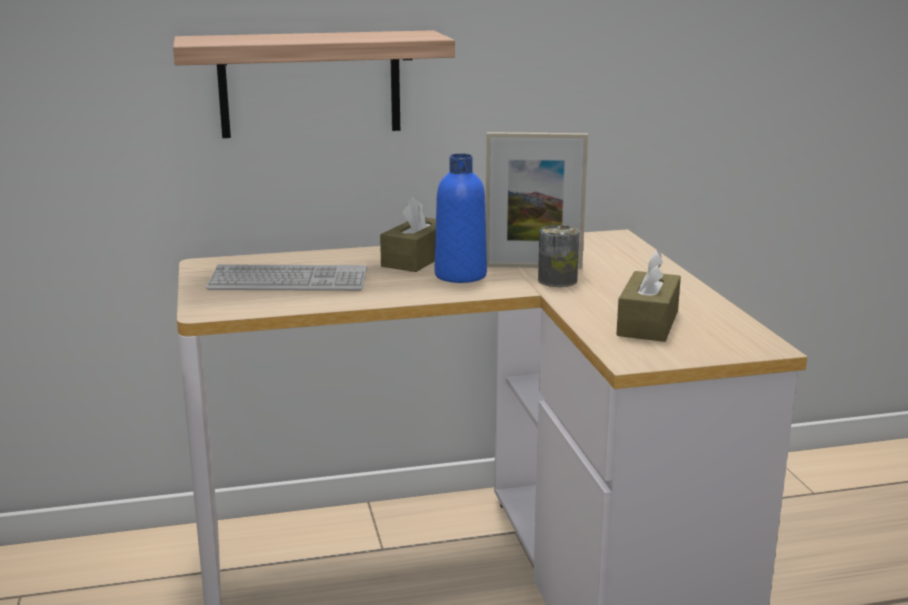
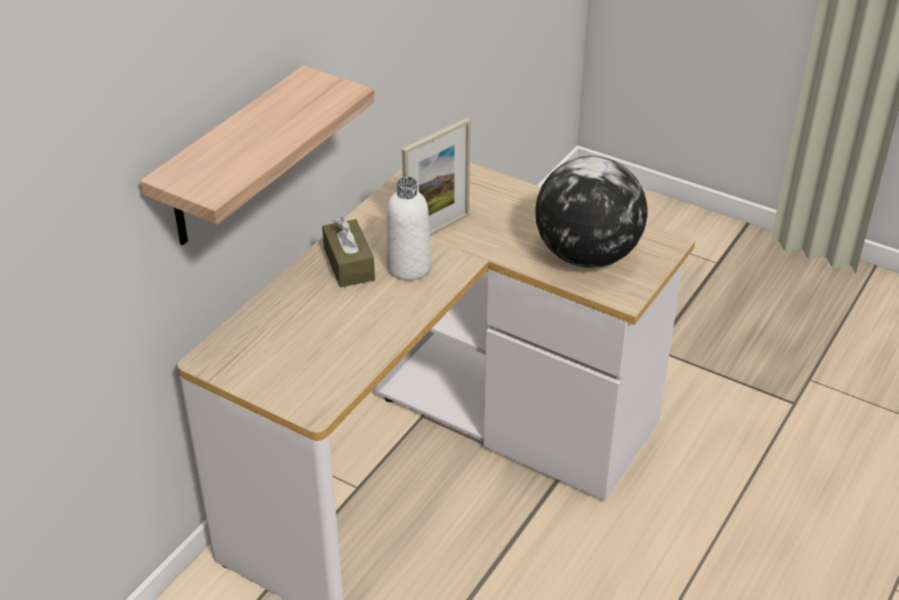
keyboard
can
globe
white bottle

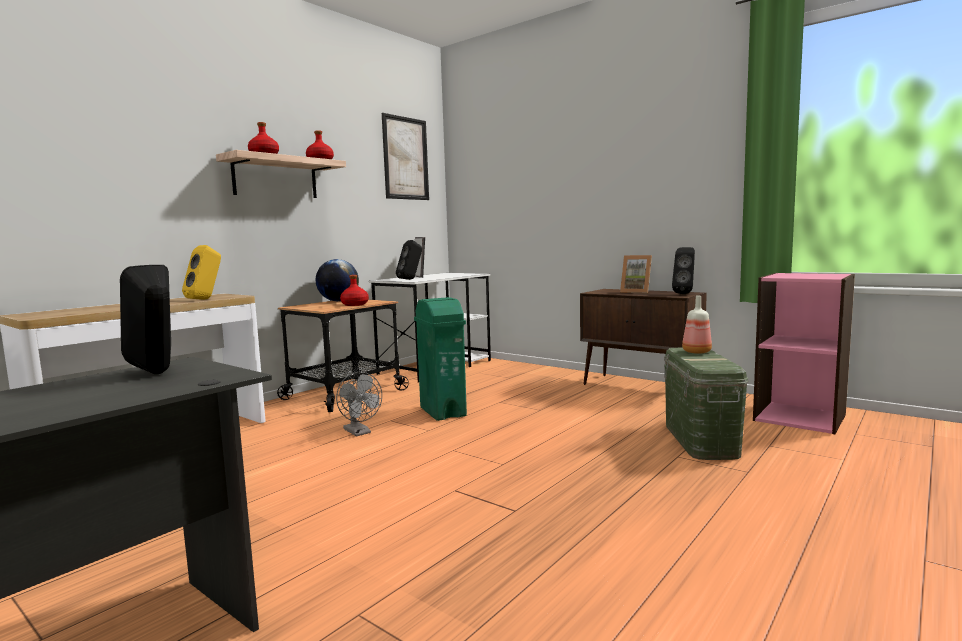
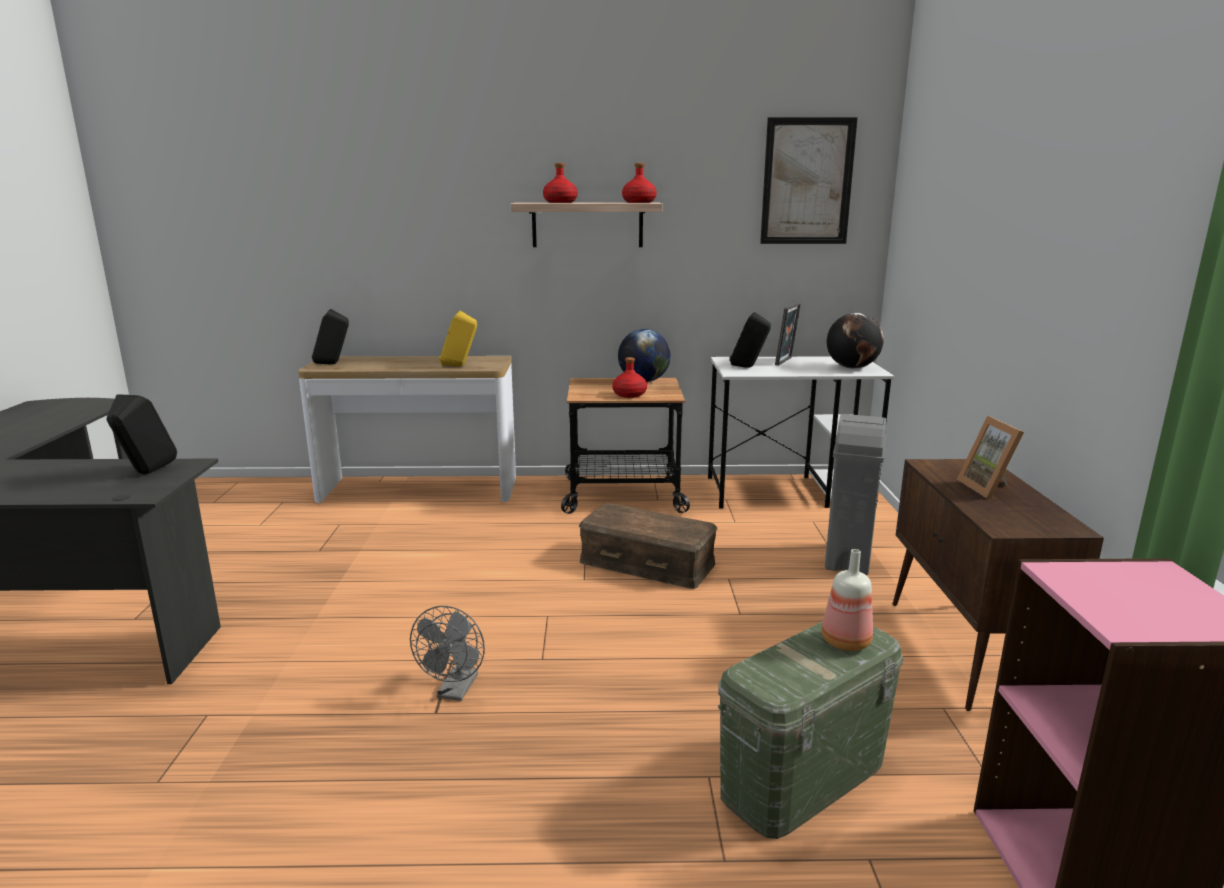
grey trash can
globe (no. 2 from left)
grey fan
black speaker (no. 2 from left)
brown storage box

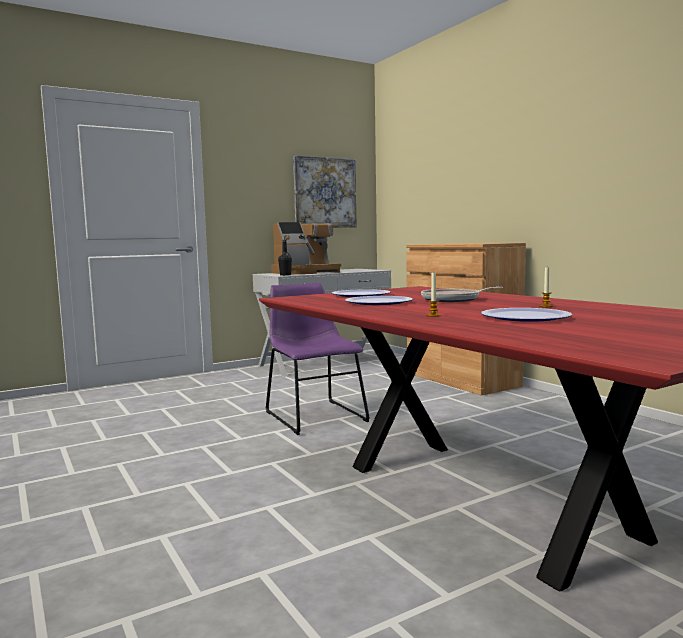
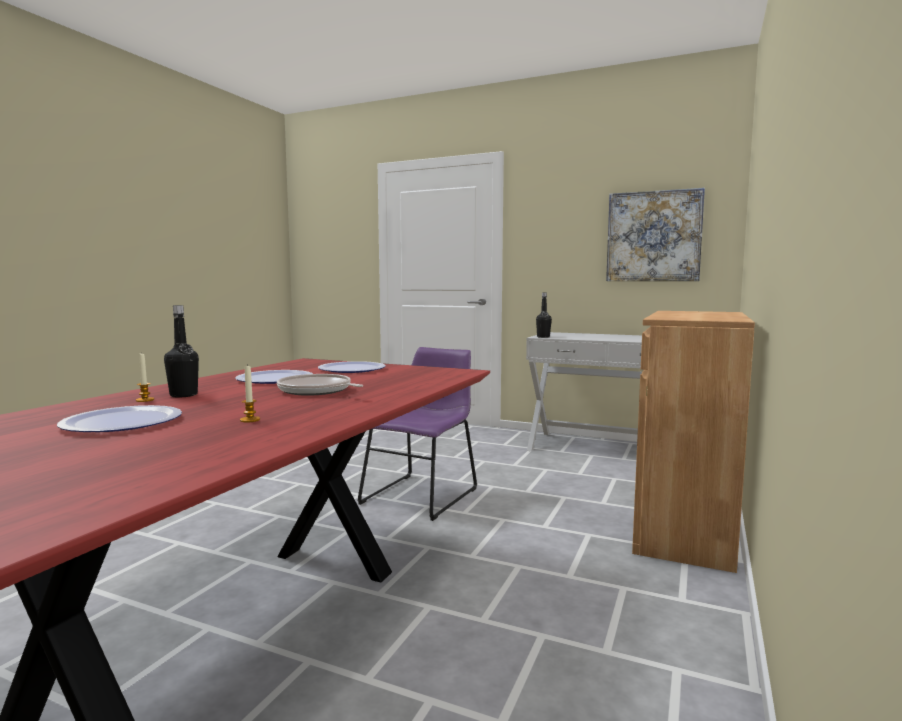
coffee machine
black bottle (no. 1 from left)

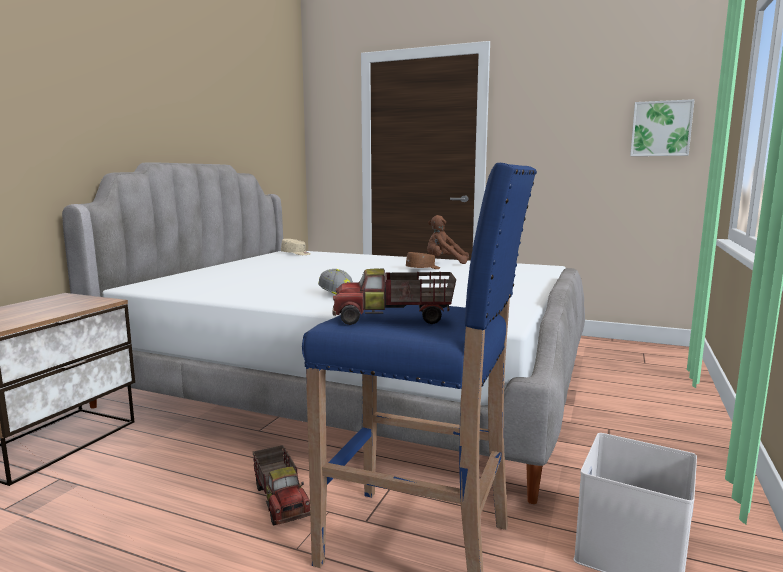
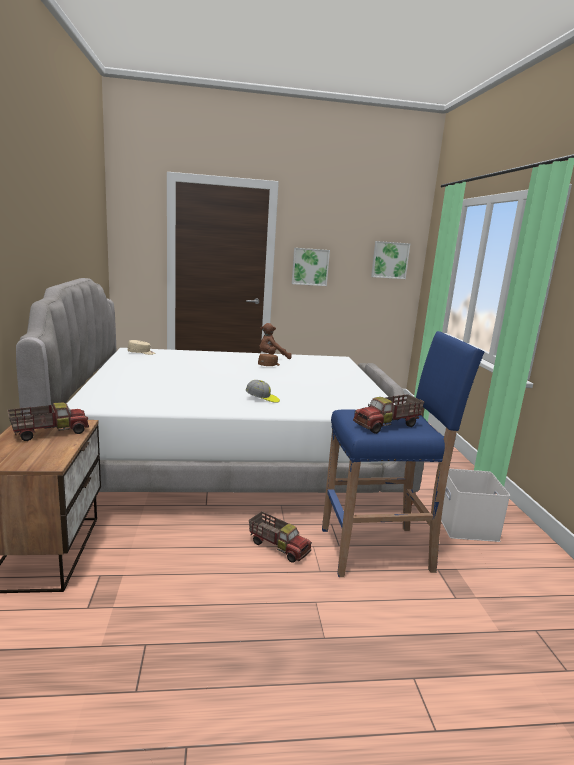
toy truck (no. 1 from left)
picture (no. 1 from left)

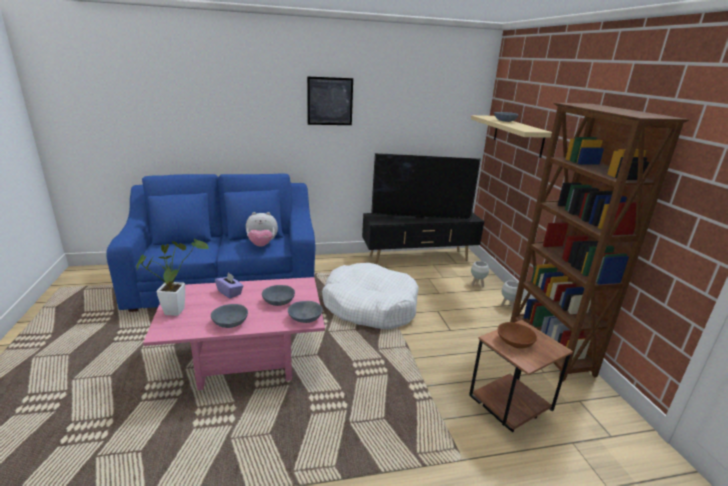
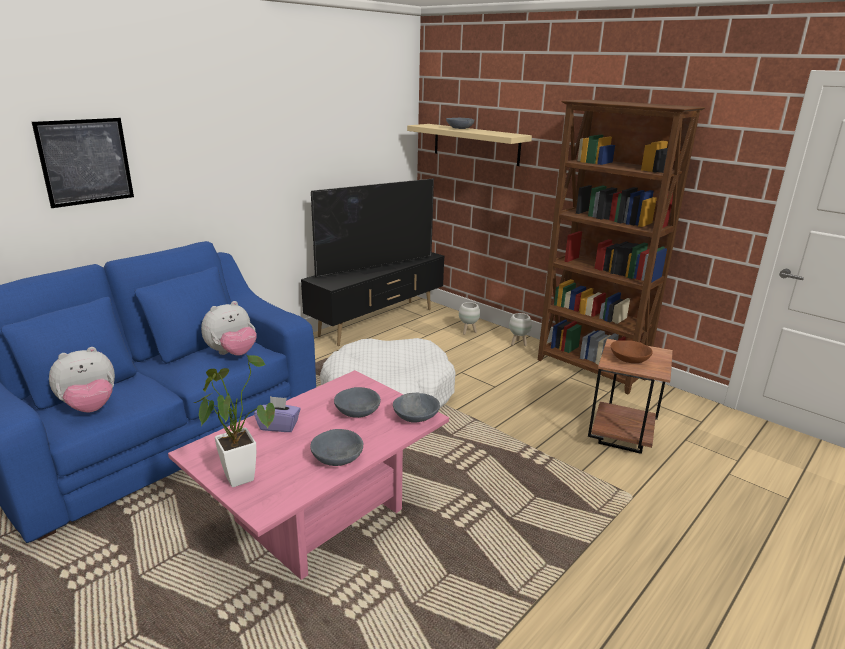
plush toy (no. 1 from left)
picture

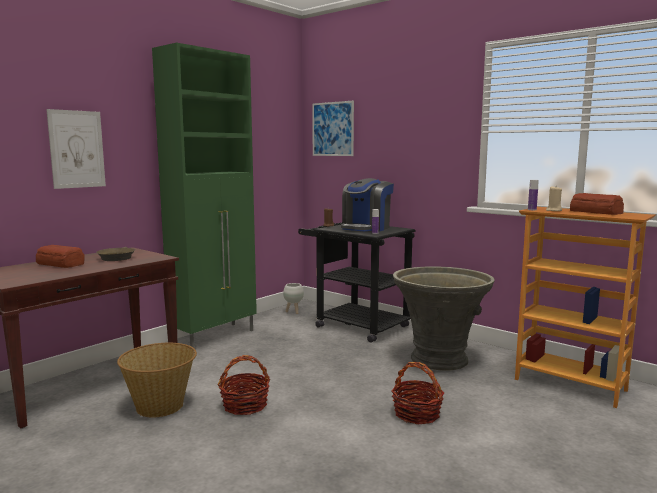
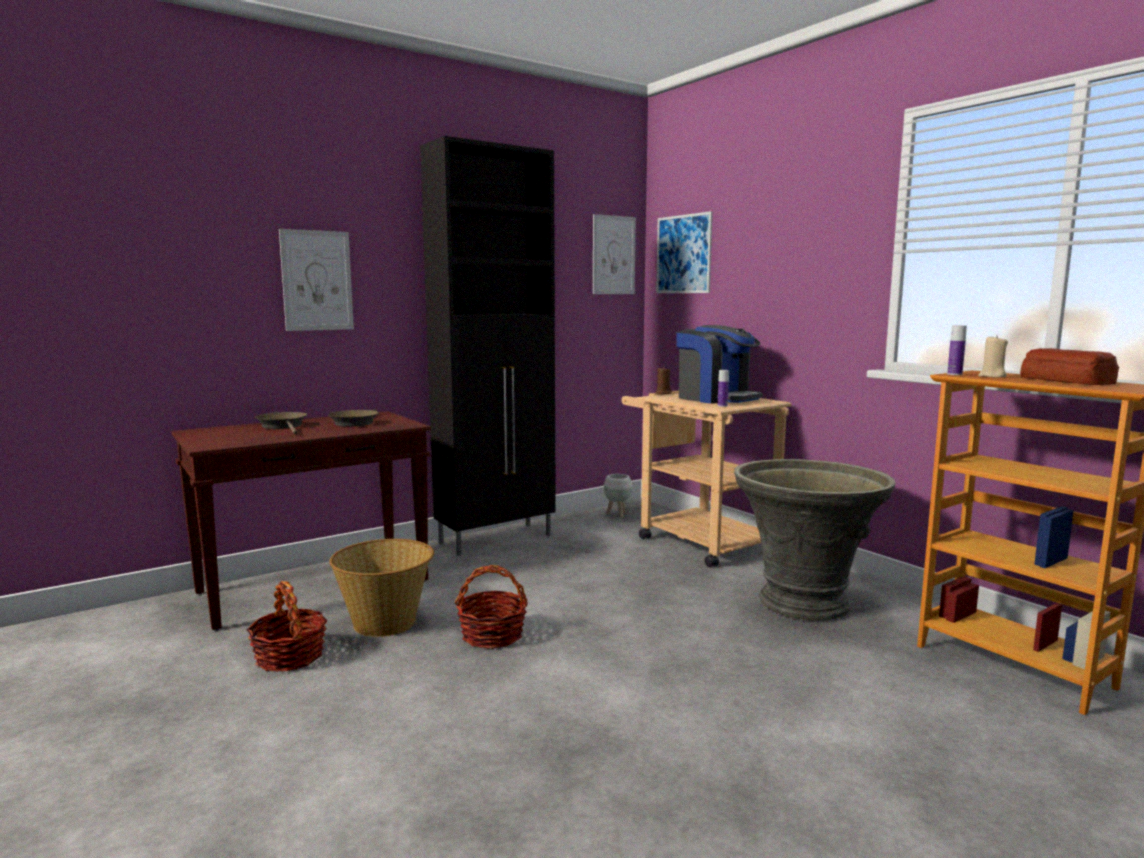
picture (no. 2 from left)
basket (no. 1 from left)
brown frying pan (no. 1 from left)
black cabinet
beige cart
coffee machine

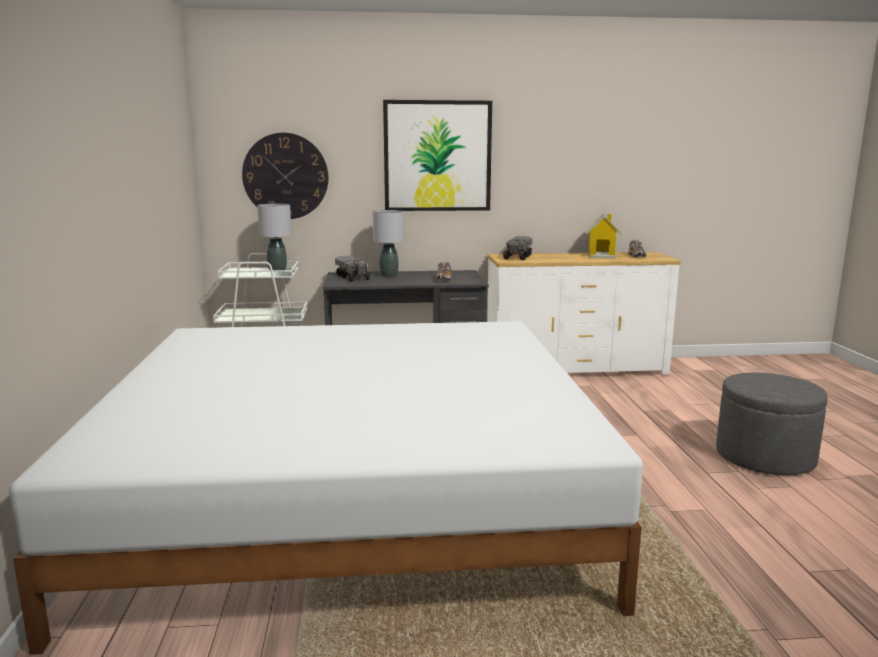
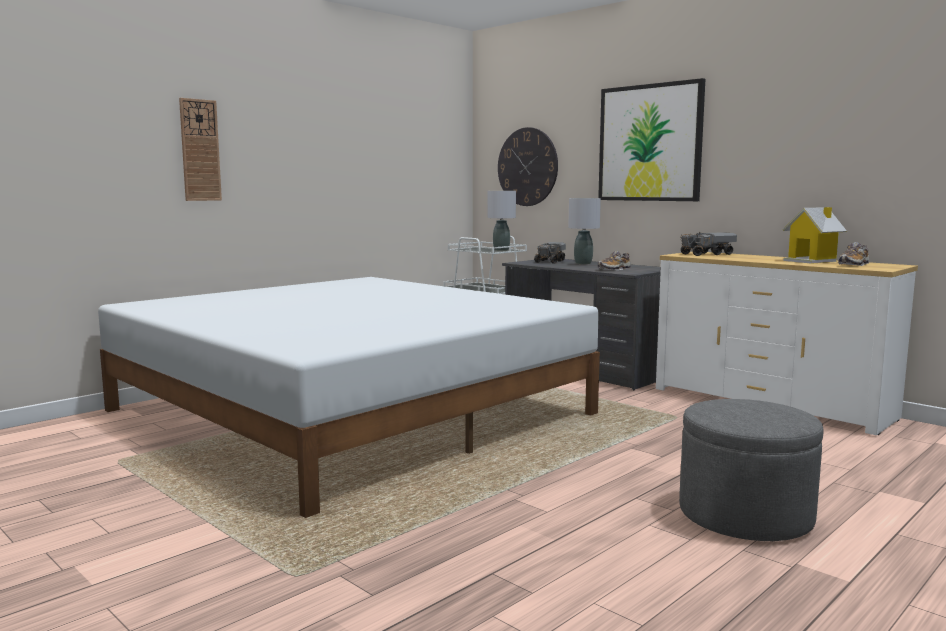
wall clock (no. 1 from left)

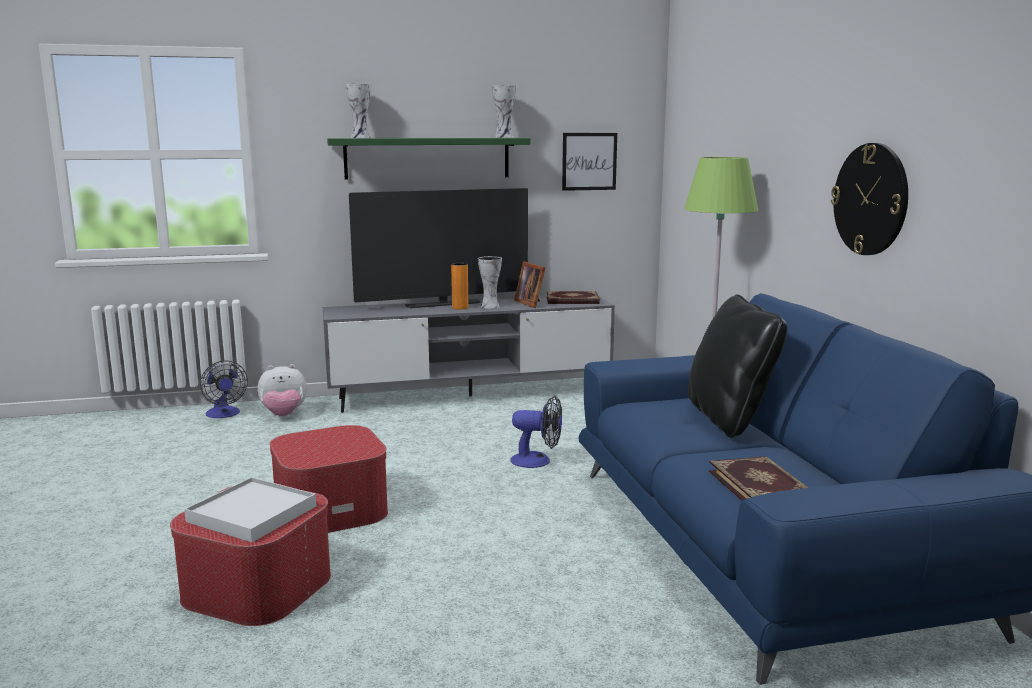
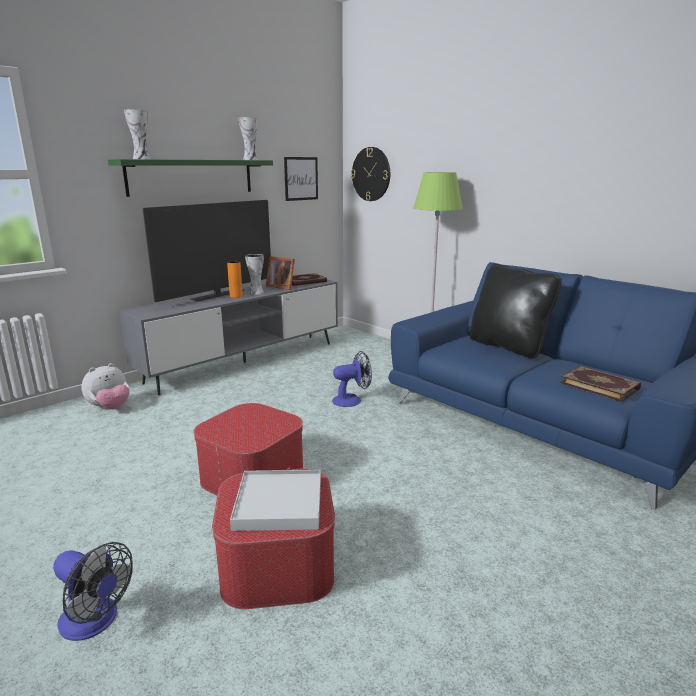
fan (no. 1 from left)
wall clock

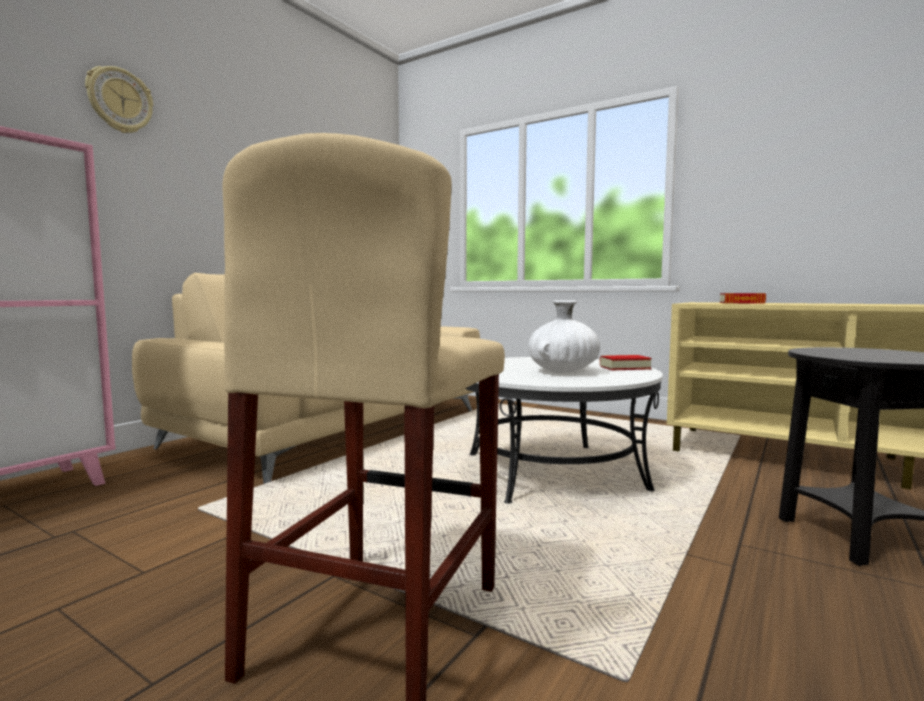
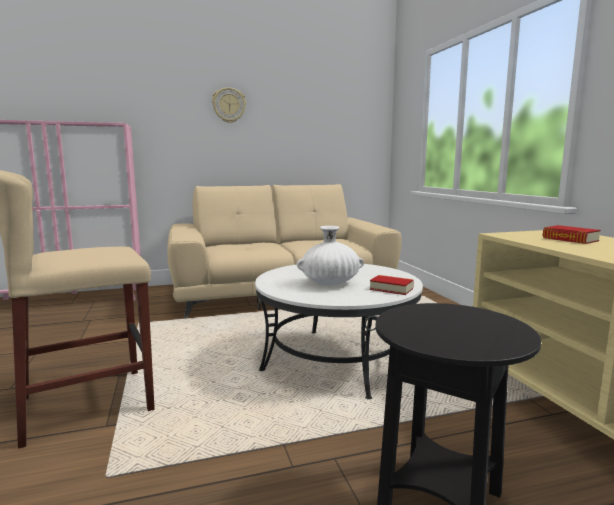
wall clock

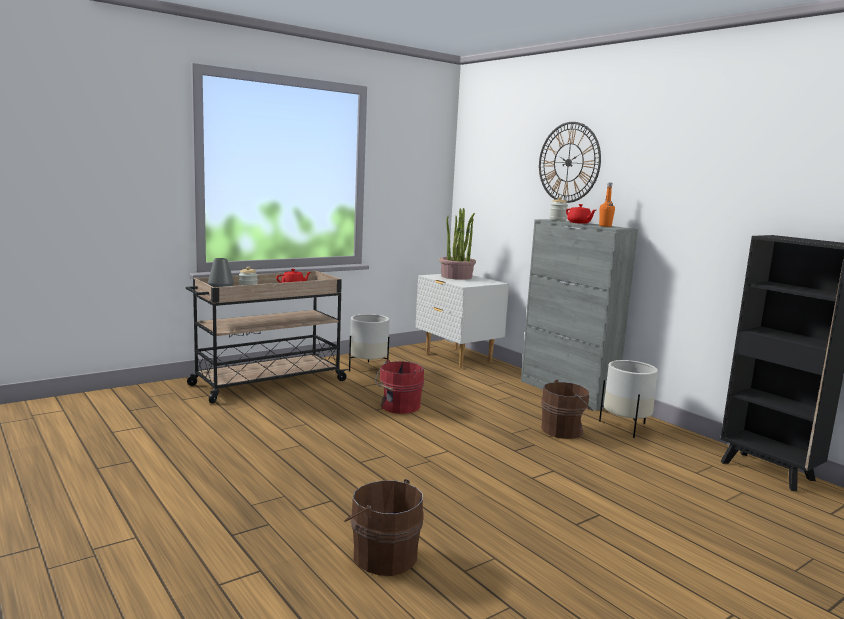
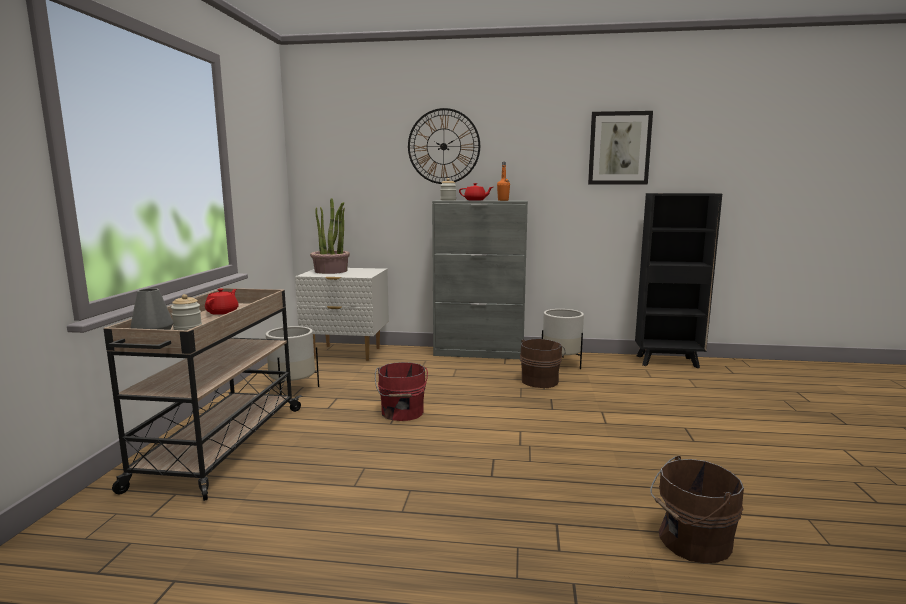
picture

